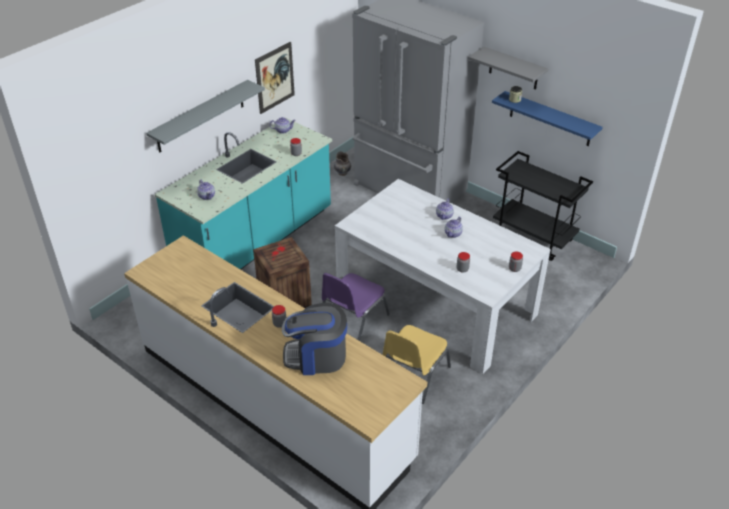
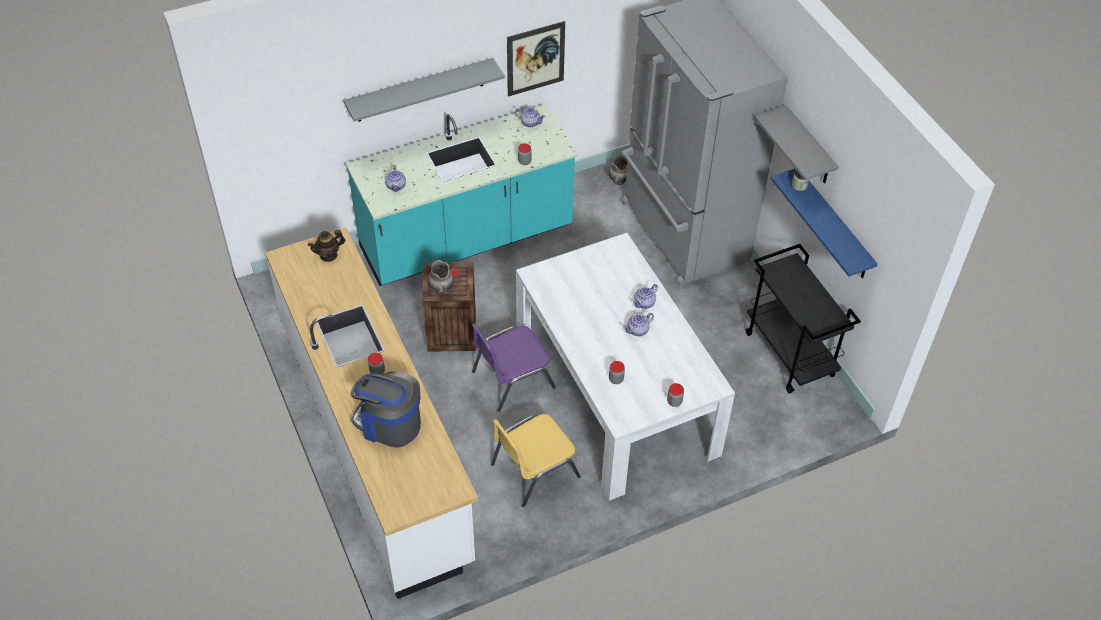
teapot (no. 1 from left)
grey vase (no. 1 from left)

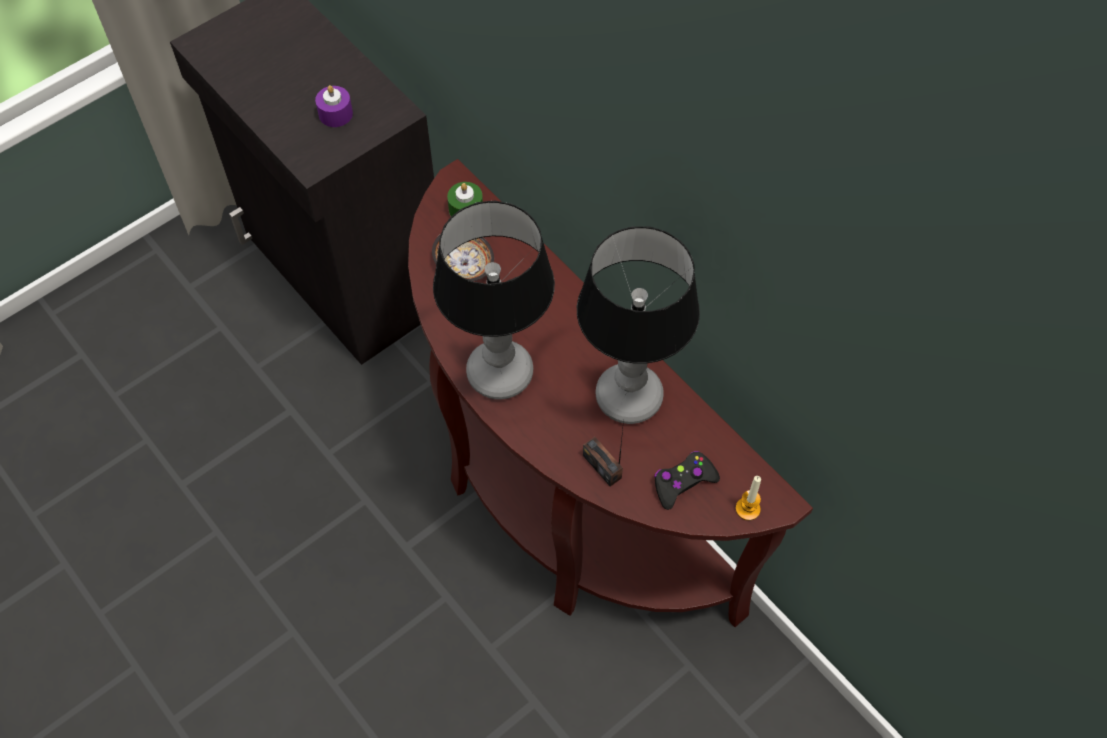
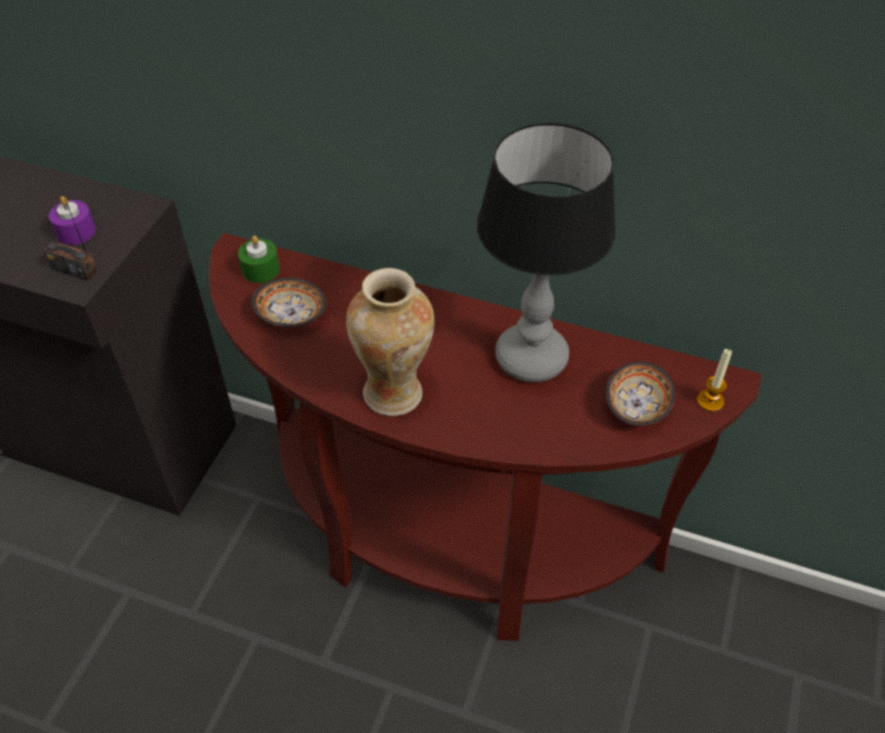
radio
vase
bowl (no. 2 from left)

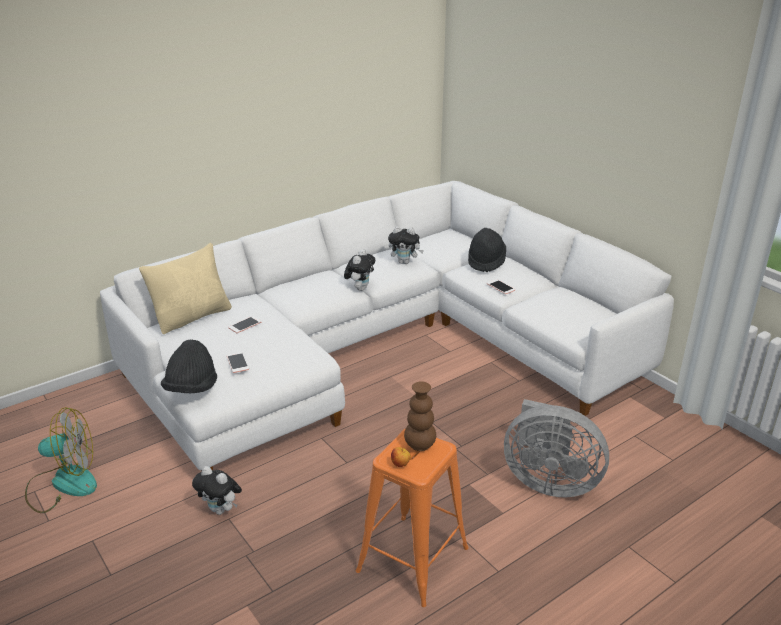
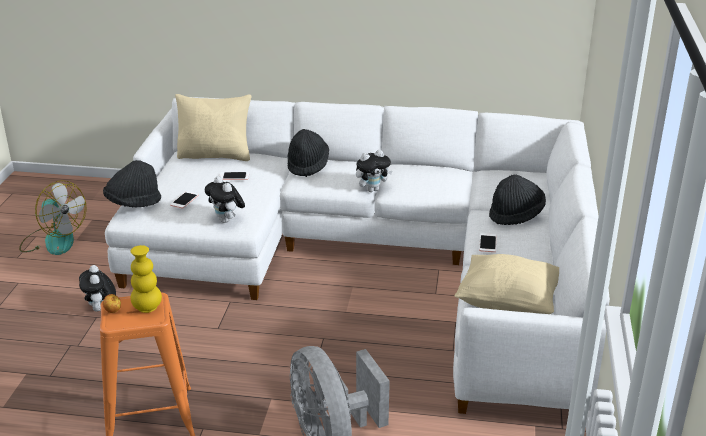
black hat (no. 2 from left)
beige pillow (no. 2 from left)
plush toy (no. 2 from left)
yellow vase

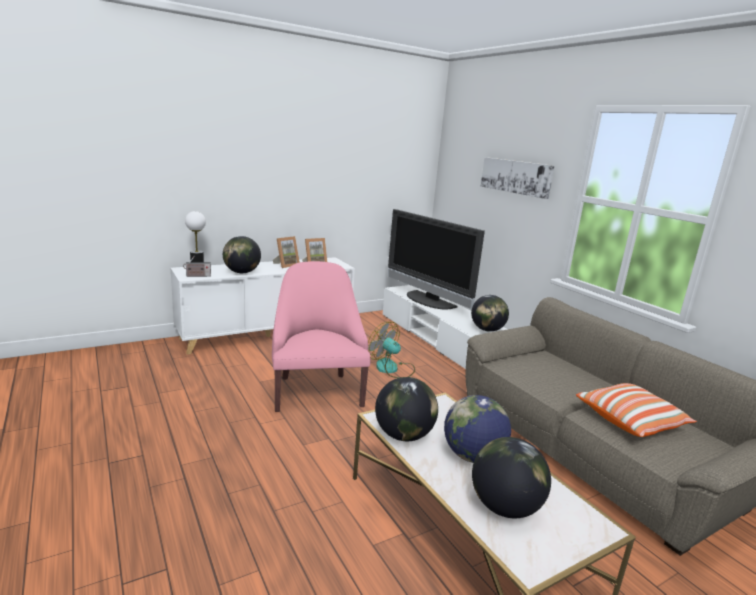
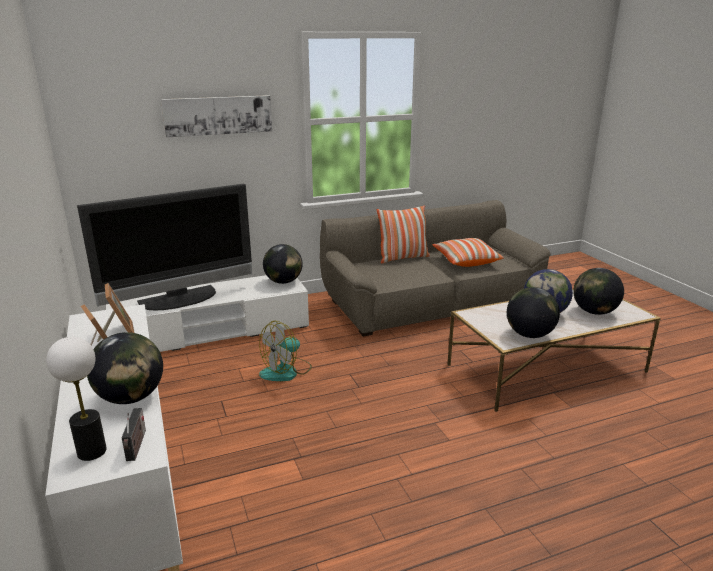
pink armchair
pillow (no. 1 from left)

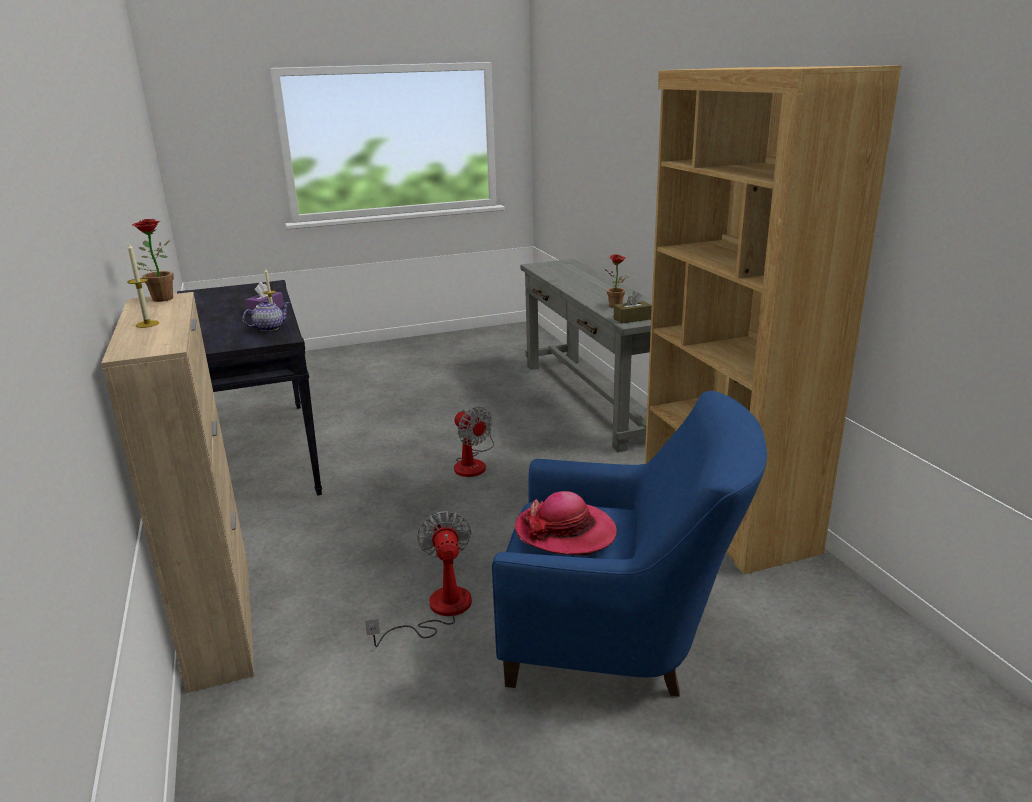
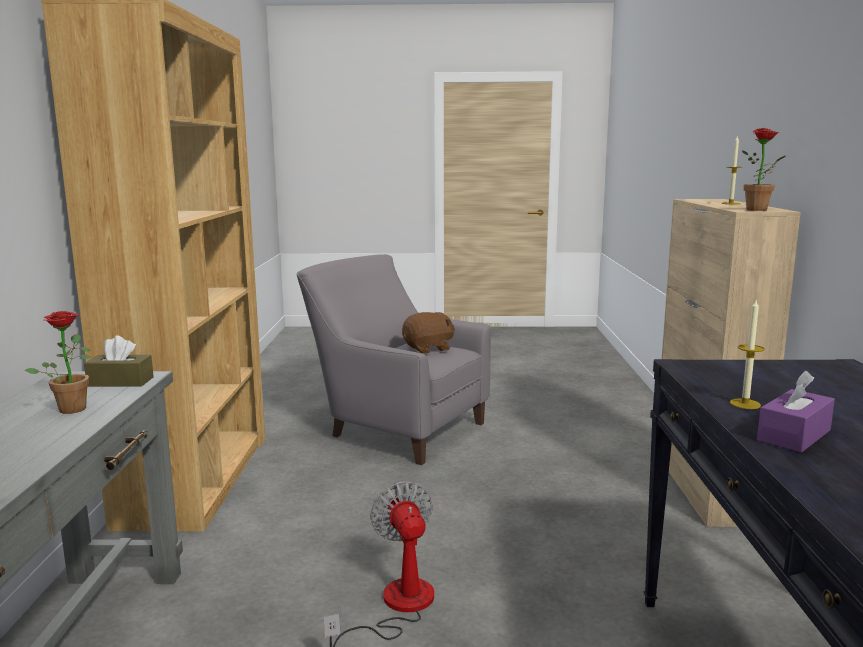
teapot
fan (no. 1 from left in the first image)
brown plush toy
grey armchair

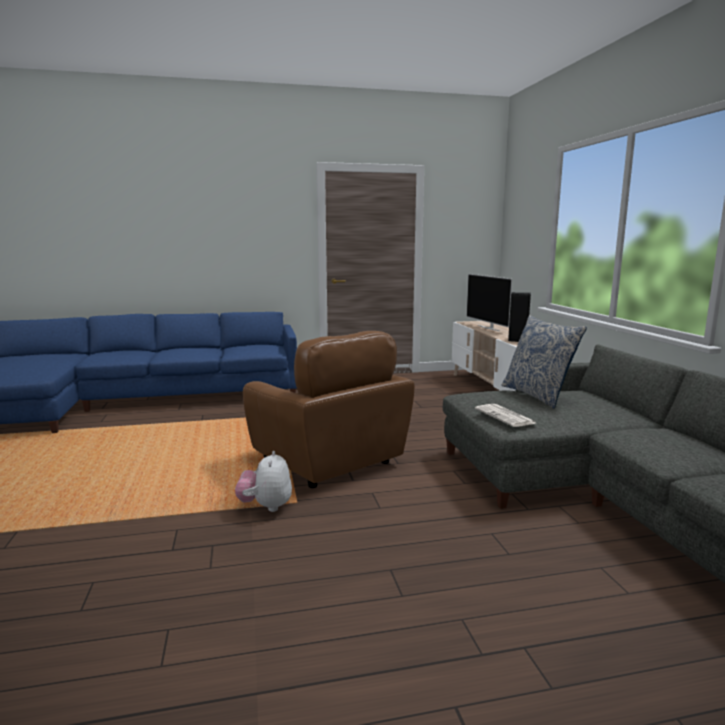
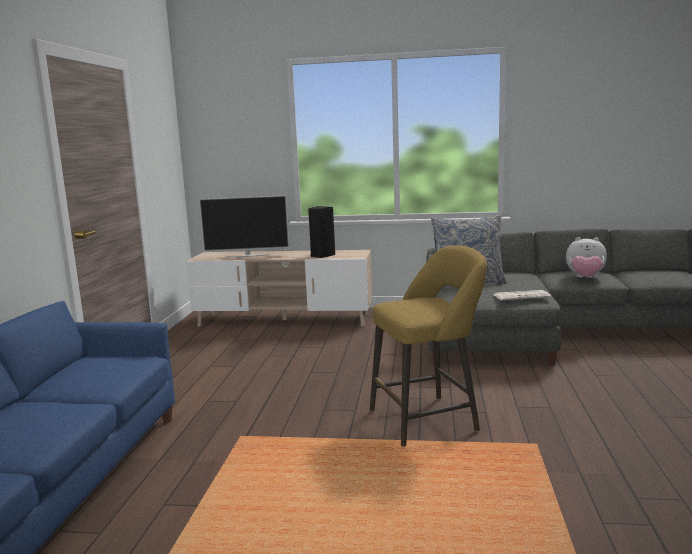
plush toy
yellow stool

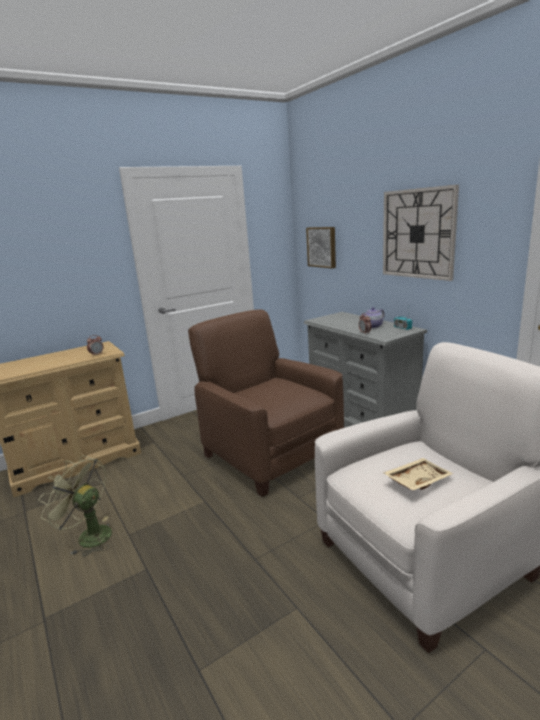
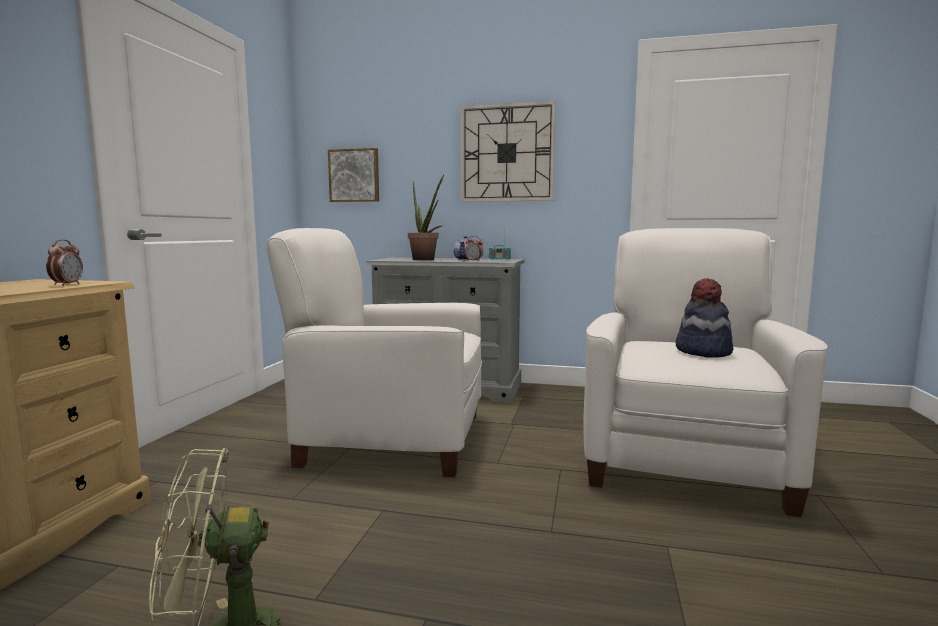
potted plant
hat
white armchair (no. 1 from left)

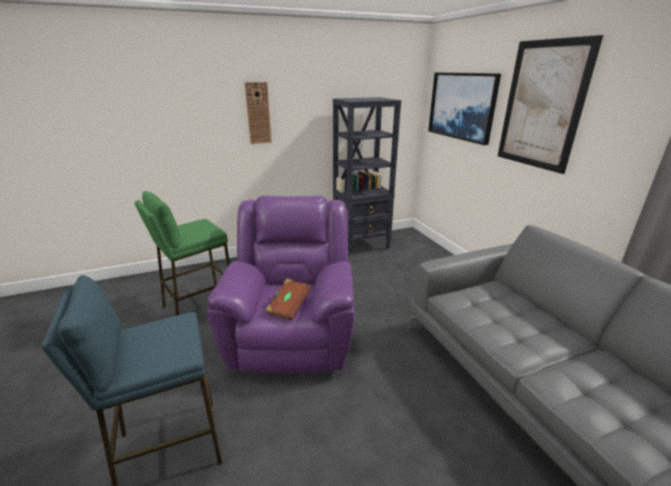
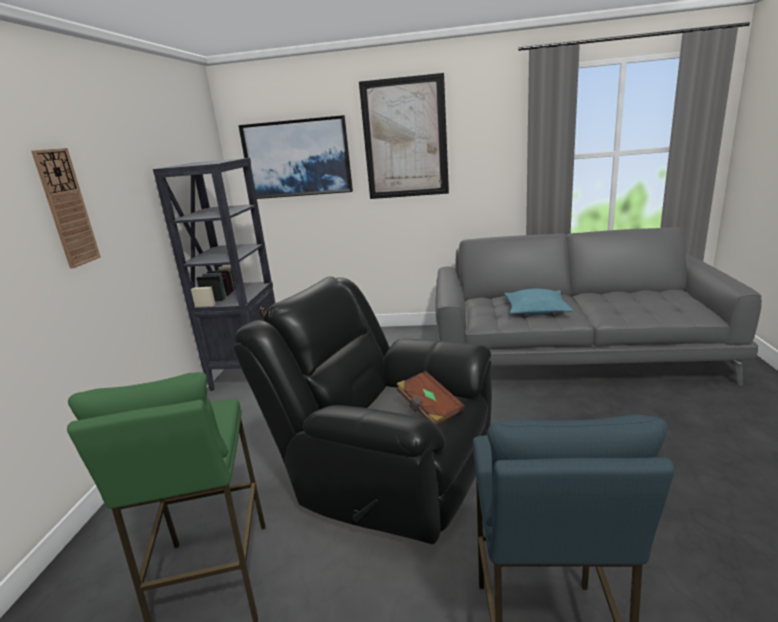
turquoise pillow
black armchair

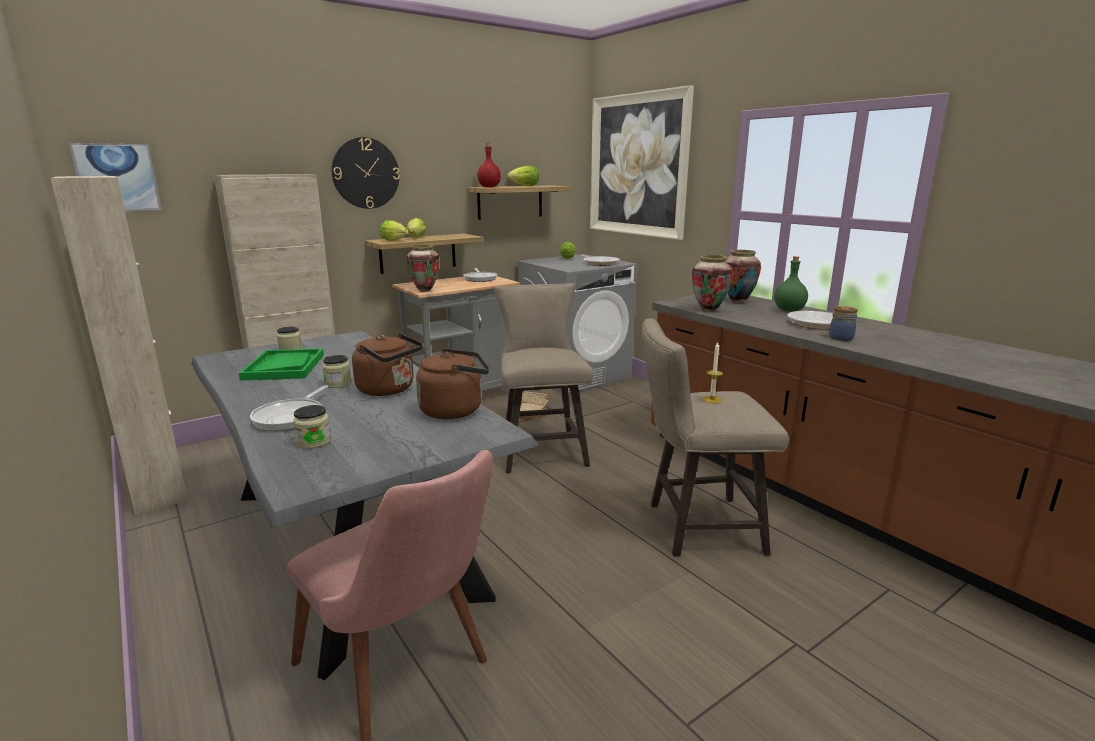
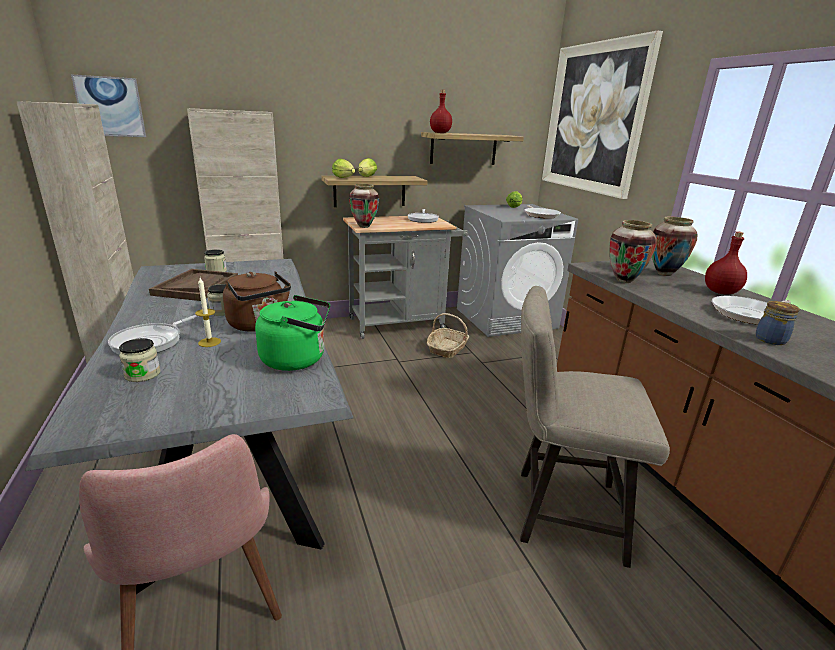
wall clock
beige stool (no. 1 from left in the first image)
lettuce (no. 3 from left in the first image)
candle
brown tray
green kettle
red bottle (no. 2 from left)

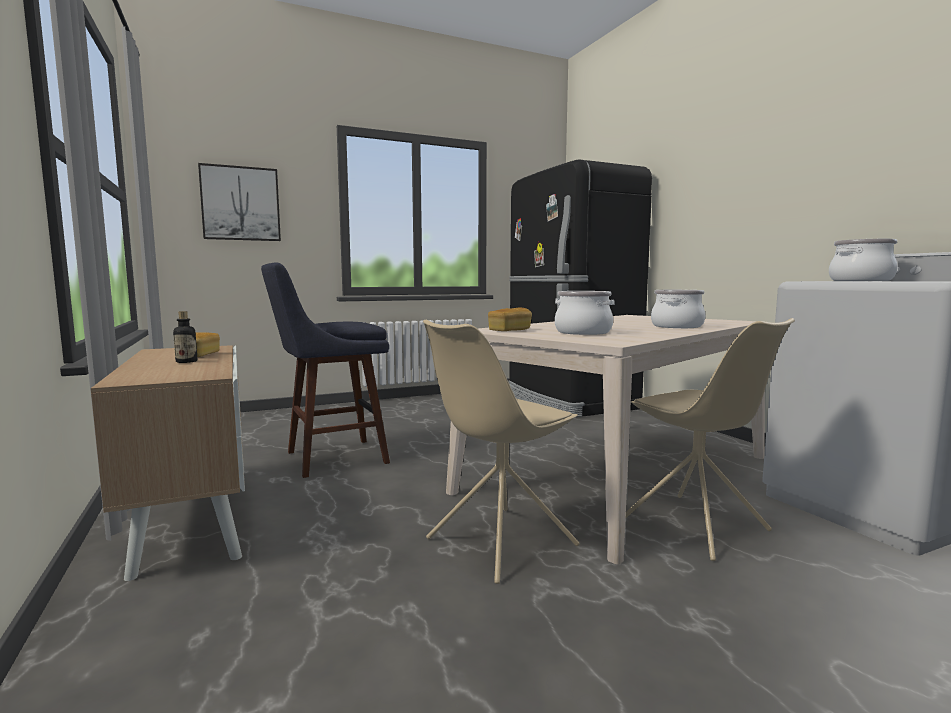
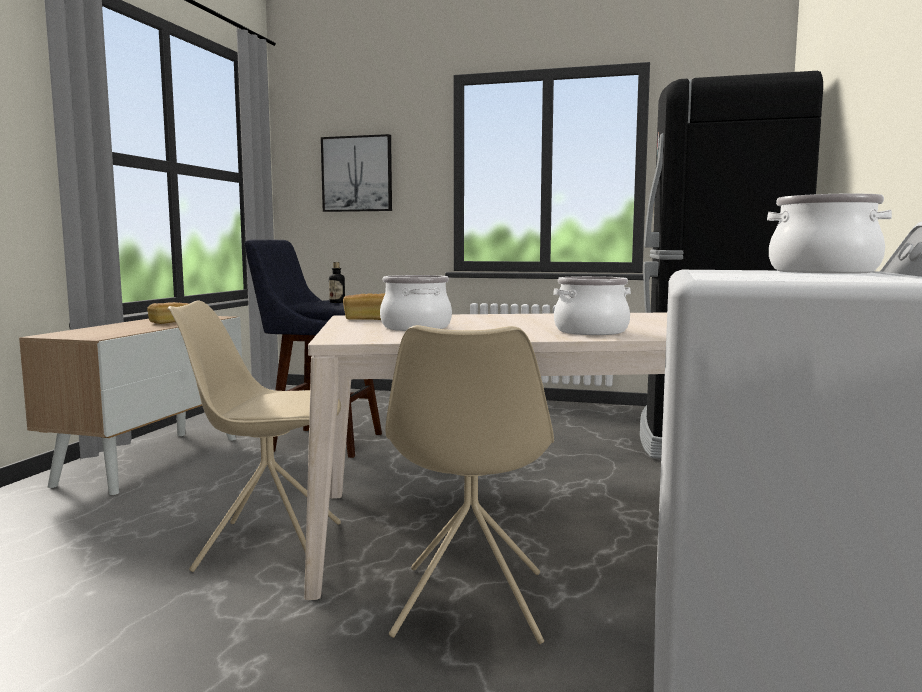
bottle

